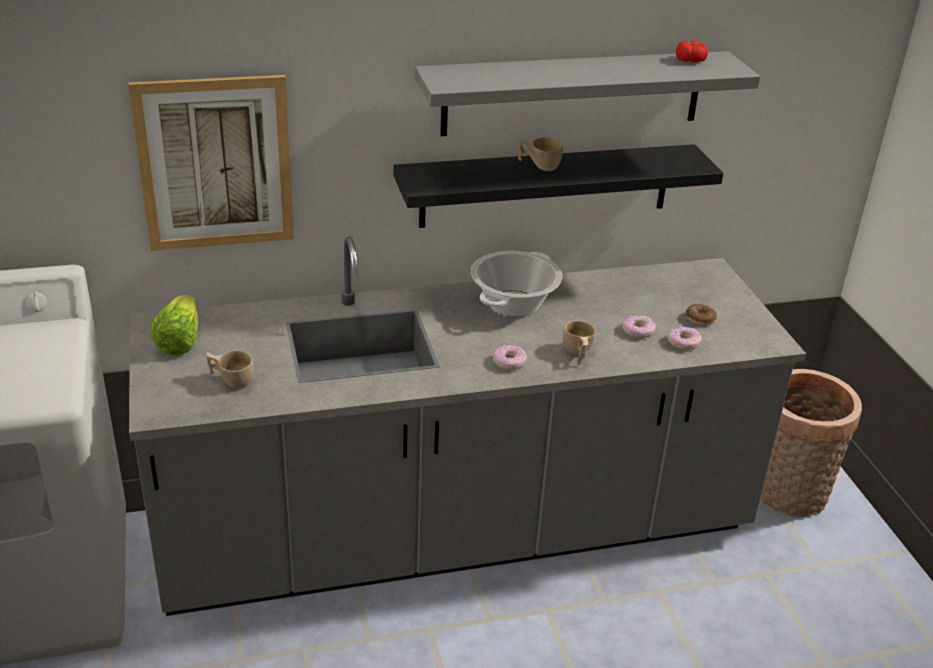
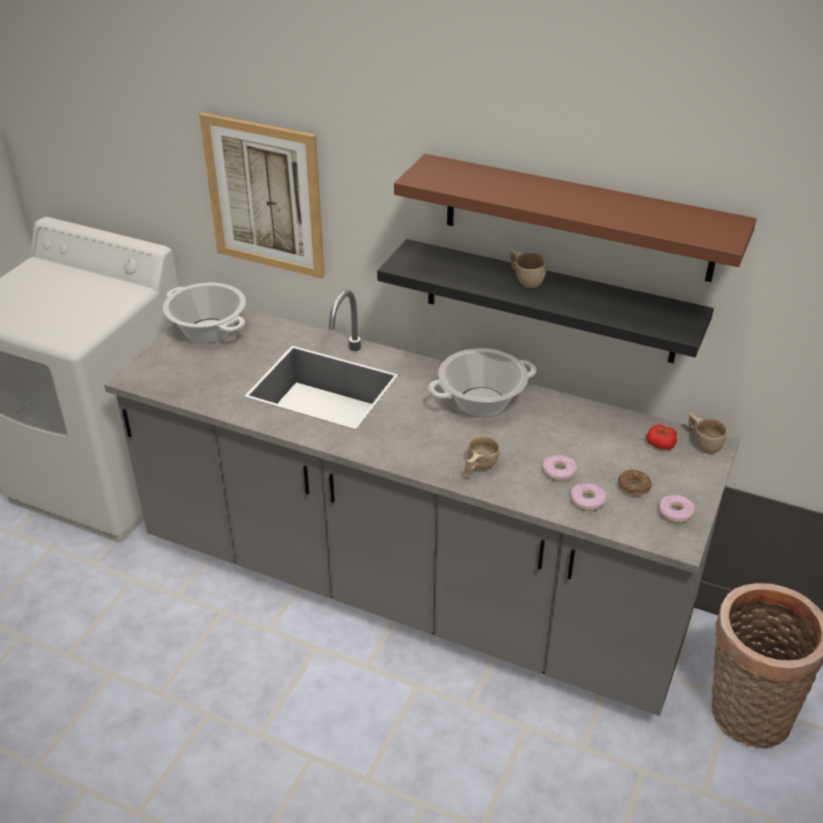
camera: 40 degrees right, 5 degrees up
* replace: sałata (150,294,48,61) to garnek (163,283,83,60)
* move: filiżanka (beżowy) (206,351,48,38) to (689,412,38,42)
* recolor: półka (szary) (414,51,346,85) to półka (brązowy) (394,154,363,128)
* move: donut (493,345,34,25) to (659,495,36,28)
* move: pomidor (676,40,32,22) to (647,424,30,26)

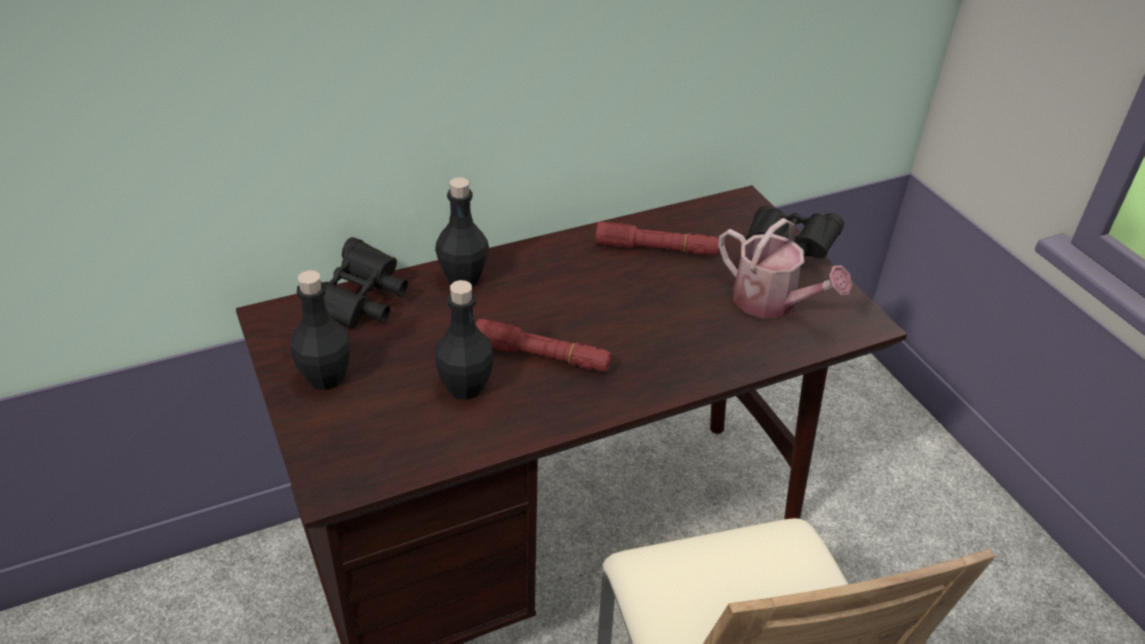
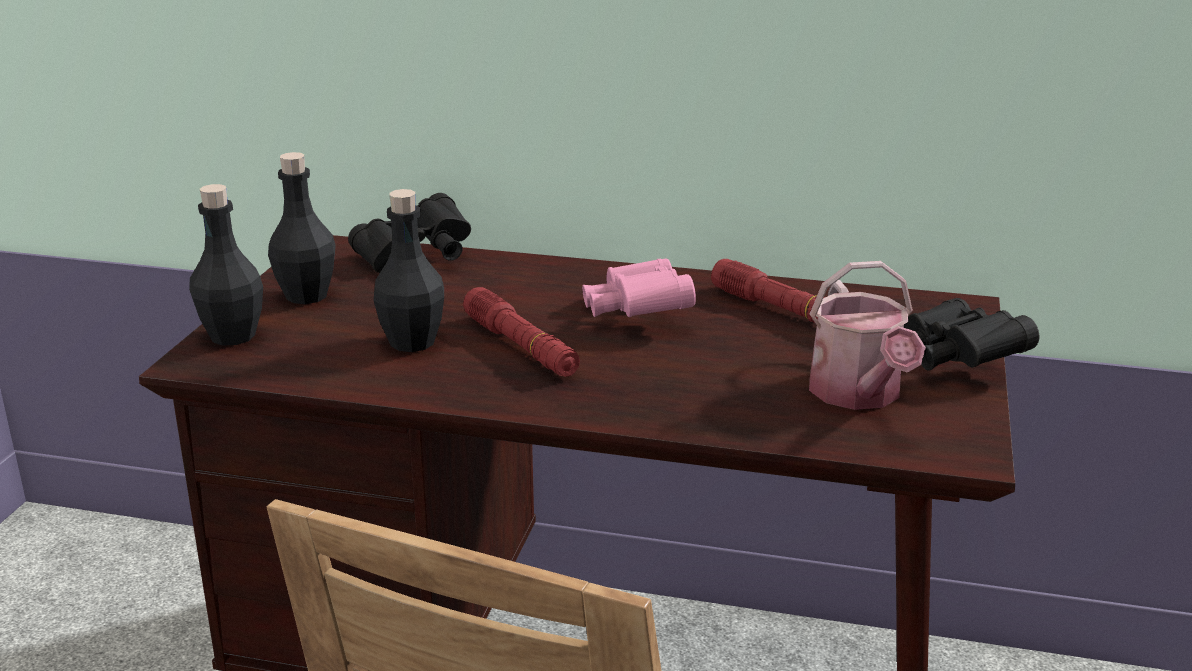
camera: 40 degrees right, 15 degrees down
* move: butelka (czarny) (435,177,54,110) to (189,184,74,162)
* insert: lornetka (różowy) (582,259,114,58)

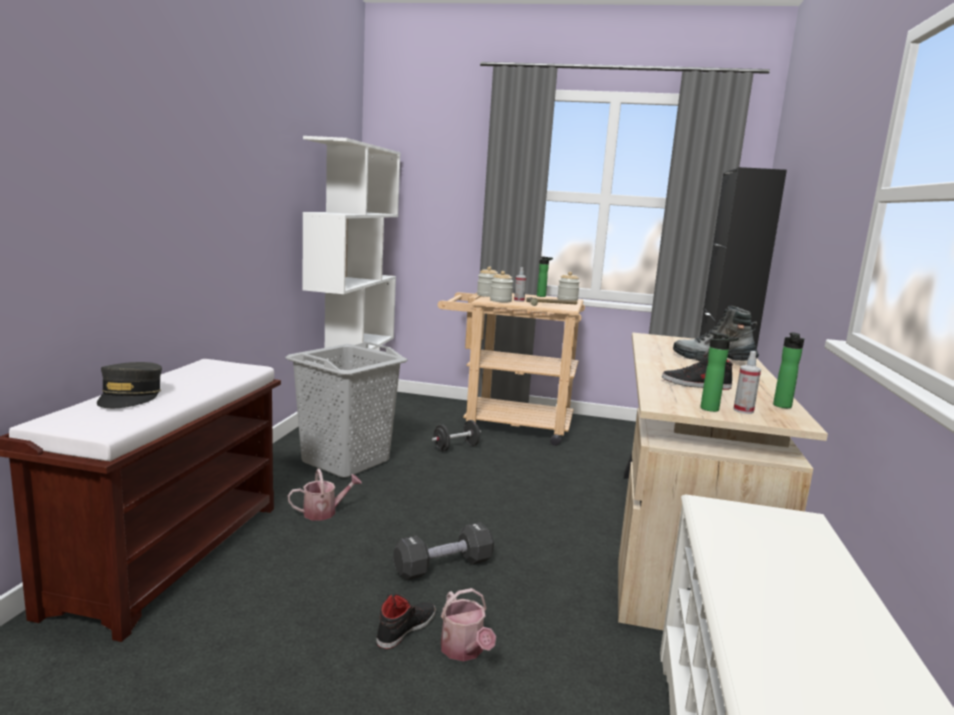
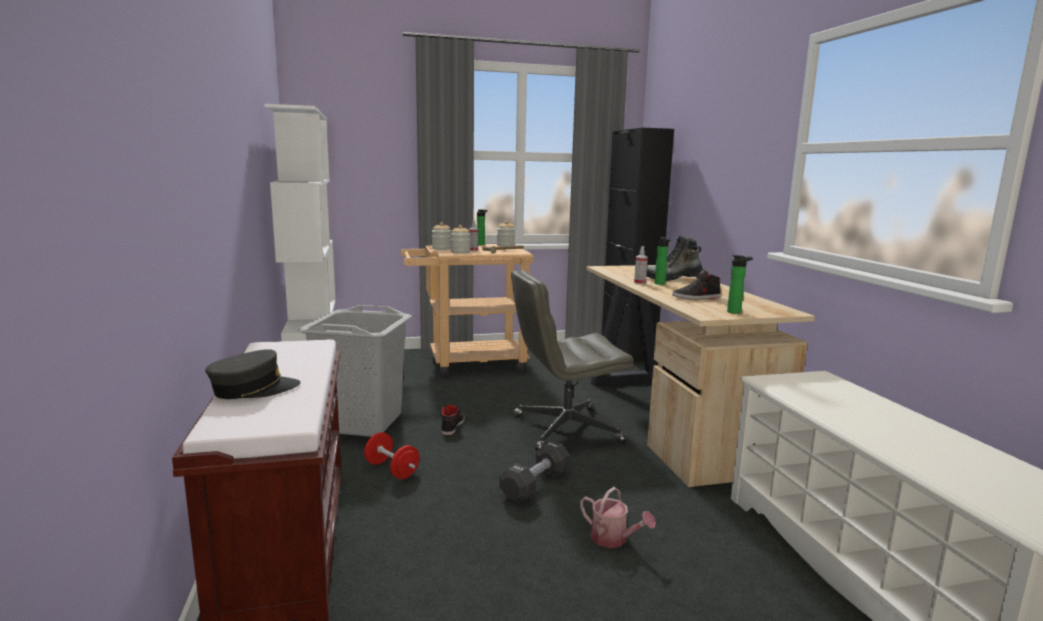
camera: 25 degrees left, 0 degrees up
* rotate: czapka z daszkiem (szary) (97,362,65,46) = (205,349,95,50) 90 degrees counterclockwise
* replace: konewka (288,469,74,52) to hantel (czerwony) (364,432,55,47)
* move: but (czarny) (376,594,60,55) to (441,404,24,31)
* delete: hantel (czarny) (432,420,49,31)
* move: spryskiwacz (734,351,27,63) to (634,246,14,38)
* move: butelka (773,332,31,76) to (655,237,15,48)
* insert: krzesło biurowe (szary) (511,270,123,181)

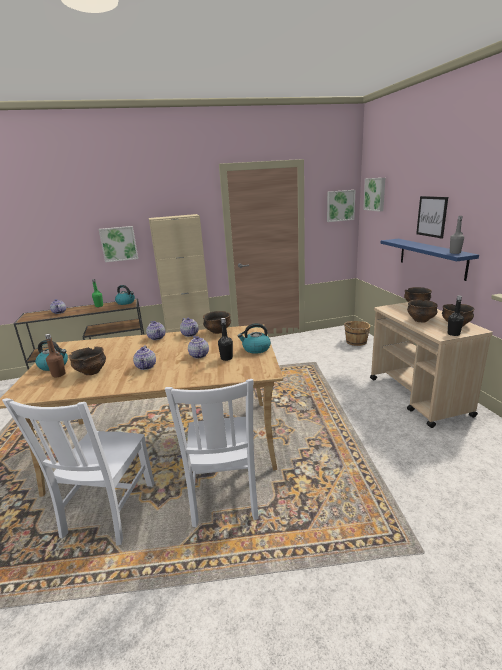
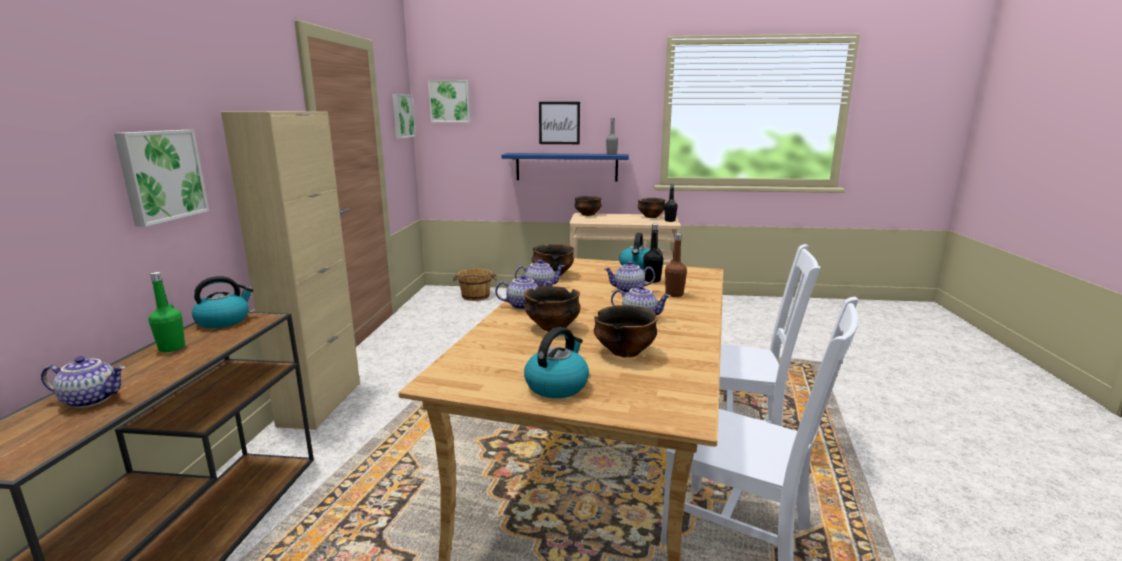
camera: 70 degrees left, 5 degrees down
* move: butelka (brązowy) (45,334,20,43) to (665,233,22,64)
* move: miska (407,299,31,24) to (524,286,57,46)

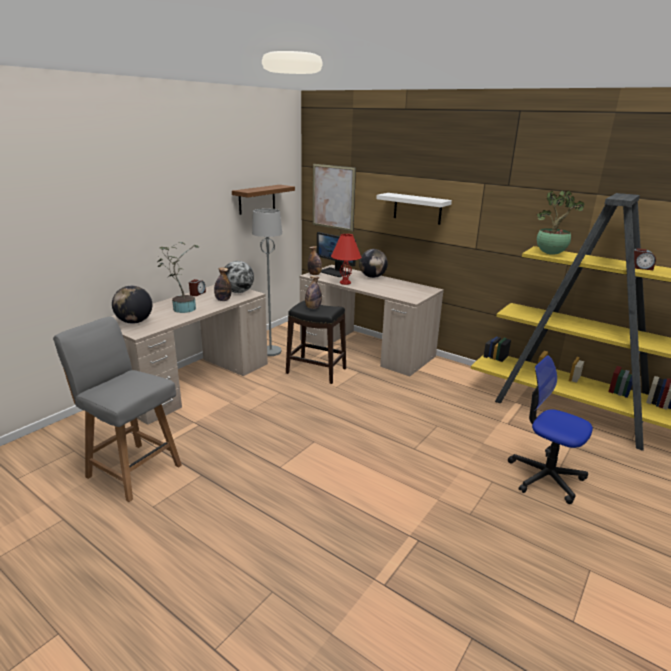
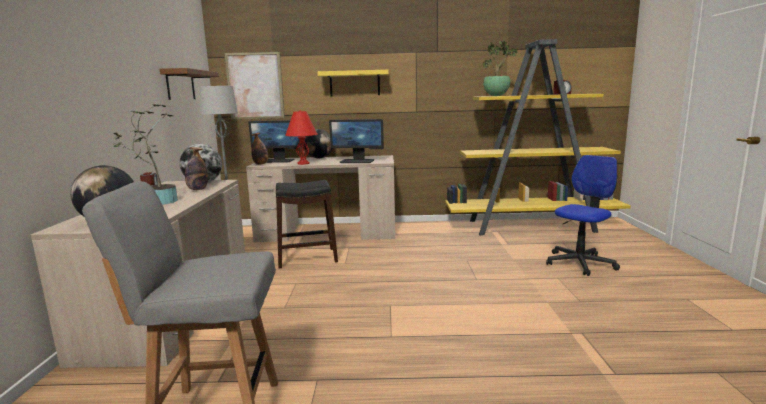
camera: 35 degrees left, 10 degrees down
* delete: butelka (305,276,17,33)
* recolor: półka (biały) (376,193,76,32) to półka (żółty) (317,70,72,26)
* rotate: krzesło biurowe (508,355,85,149) = (546,155,74,121) 135 degrees clockwise
* insert: monitor (329,119,55,44)

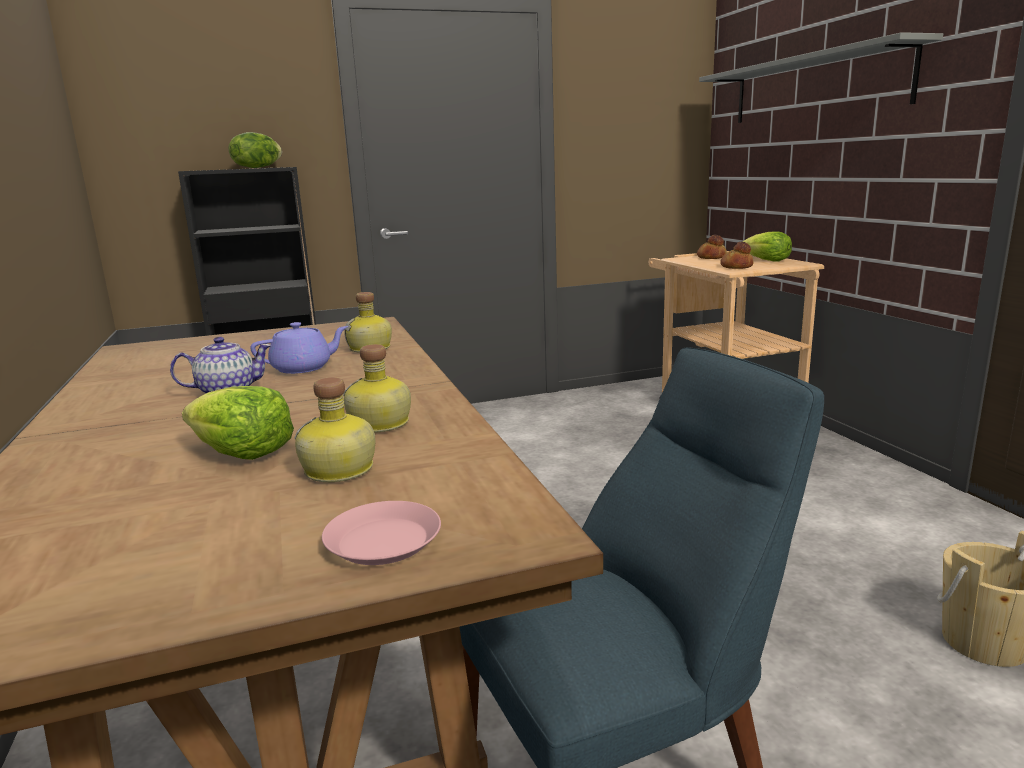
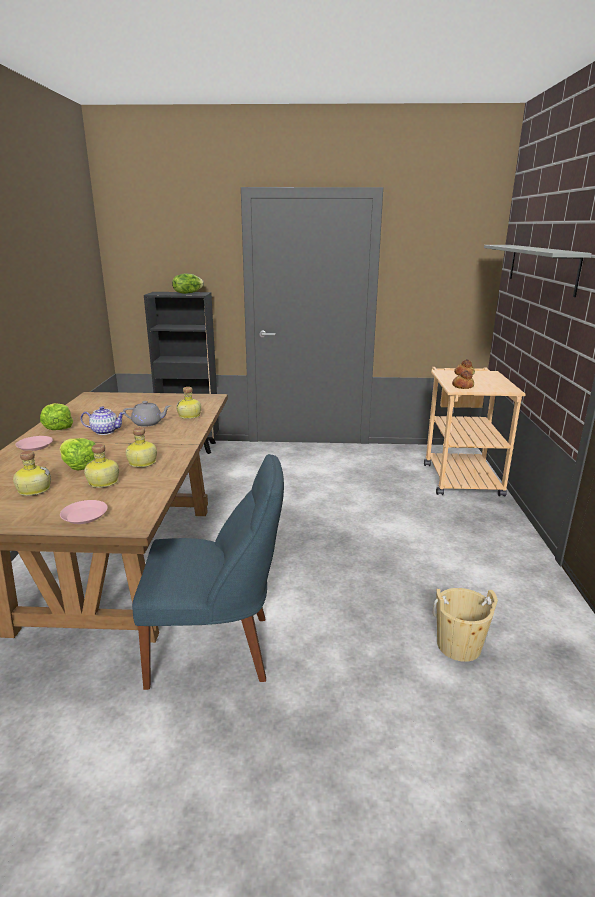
camera: 20 degrees right, 5 degrees up
* recolor: imbryk (fioletowy) (250,322,98,52) to imbryk (szary) (123,401,48,26)
* move: sałata (743,232,49,29) to (40,403,33,27)
* insert: butelka (13,451,38,45)
* insert: talerz (różowy) (15,436,38,15)

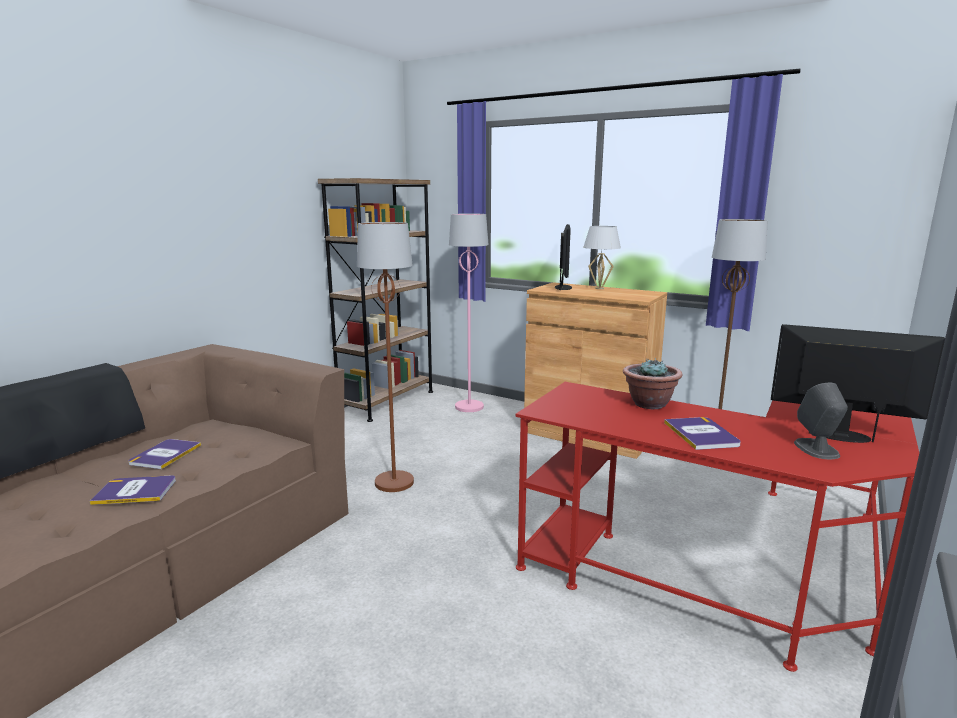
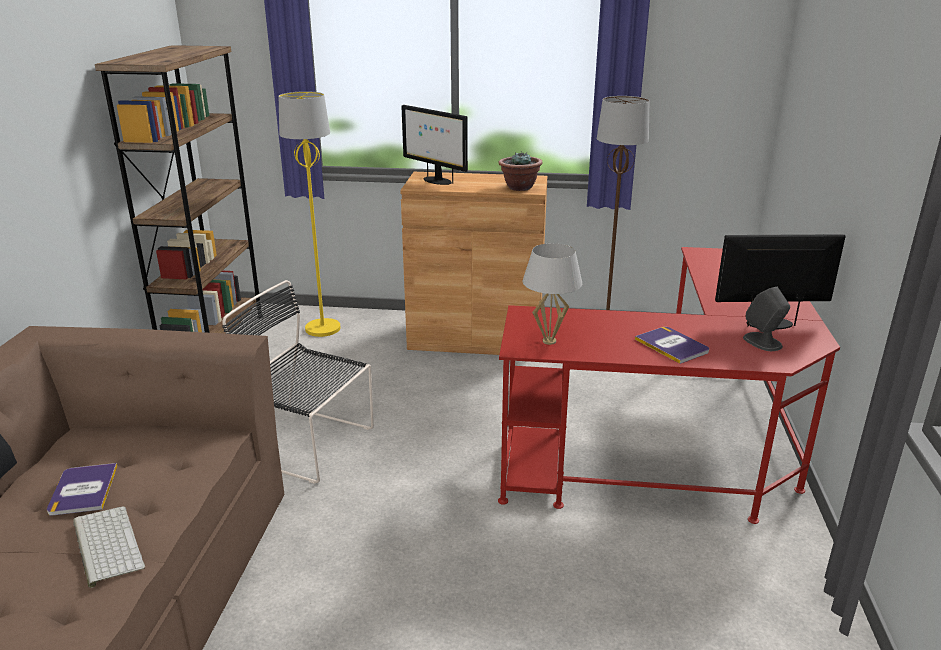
camera: 25 degrees left, 10 degrees up
* replace: książka (90,475,86,30) to klawiatura (73,506,72,82)
* replace: lampa stojąca (brązowy) (357,222,57,270) to krzesło (czarny) (222,280,152,204)
* recolor: lampa stojąca (różowy) (449,213,40,199) to lampa stojąca (żółty) (279,91,62,246)
* rotate: monitor (555,224,17,66) = (401,105,67,80) 150 degrees clockwise
* move: lampa stołowa (biały) (583,226,38,63) to (523,243,59,102)
* move: roślina doniczkowa (623,358,59,51) to (499,152,44,39)

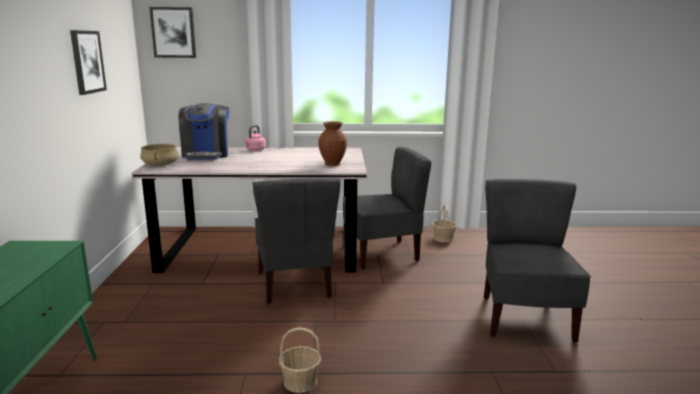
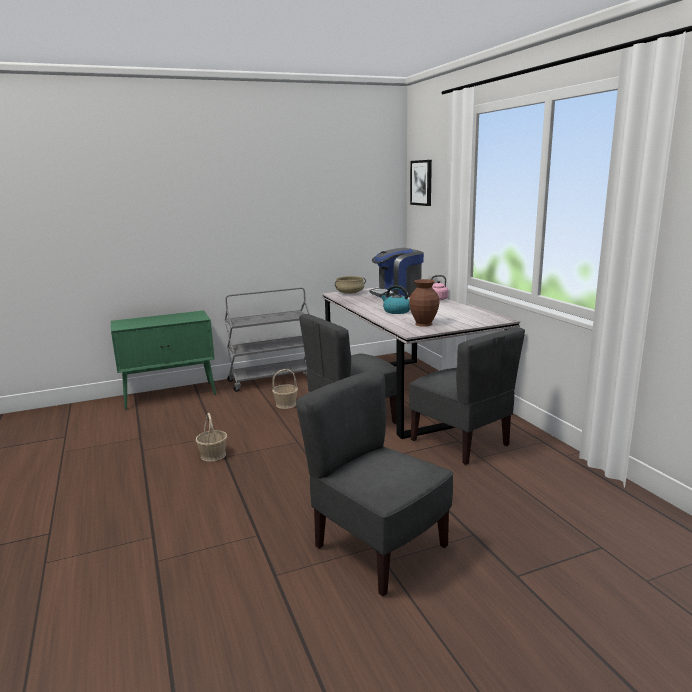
camera: 70 degrees right, 0 degrees up
* delete: obraz (70,30,37,65)
* move: koszyk (432,205,25,37) to (272,369,26,40)
* rotate: krzesło (szary) (484,179,107,163) = (296,370,157,226) 120 degrees counterclockwise
* insert: wózek (szary) (225,287,85,105)
* insert: czajnik (380,285,30,29)

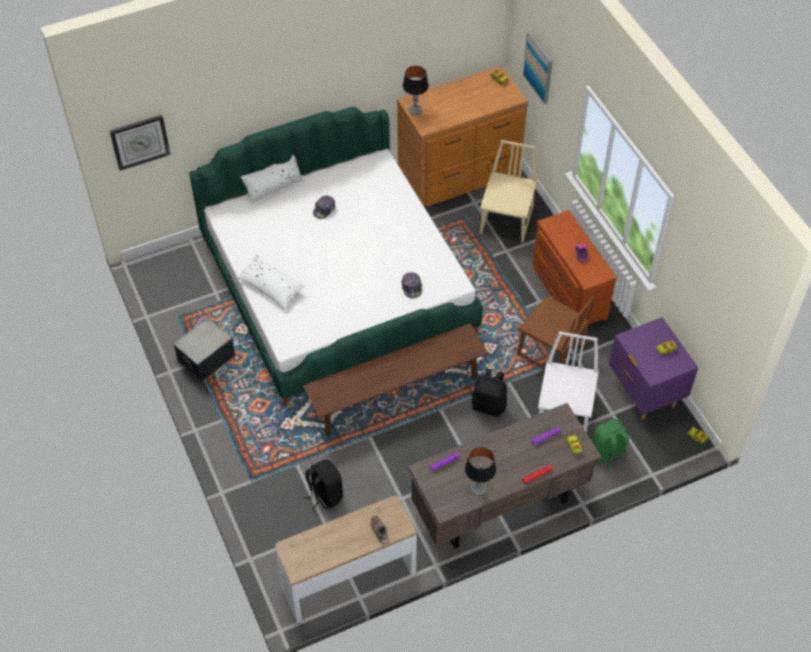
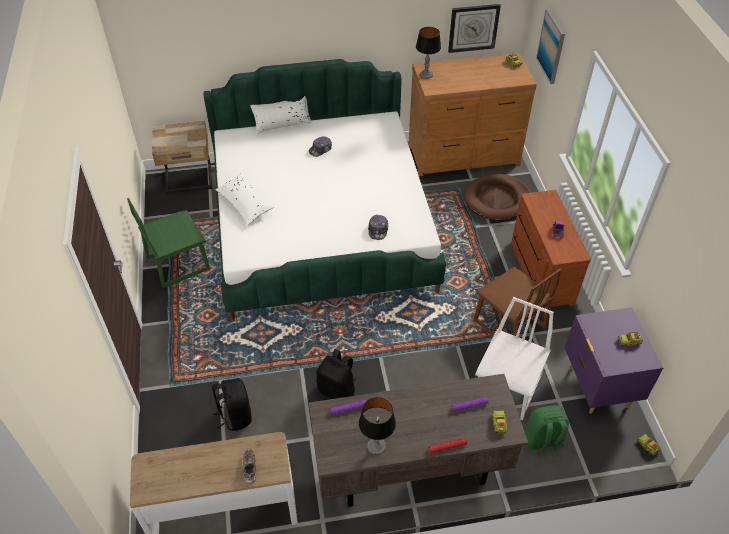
camera: 15 degrees right, 5 degrees down
* move: zegar ścienny (110,115,61,56) to (448,4,53,49)
* replace: pojemnik do przechowywania (173,318,62,64) to krzesło (zielony) (127,198,83,90)
* delete: ławka (brązowy) (303,323,185,113)
* move: plecak (czarny) (472,368,35,49) to (316,349,40,50)
* replace: krzesło (beżowy) (480,140,57,103) to legowisko (brązowy) (464,174,68,47)
* insert: szafka nocna (beżowy) (152,121,60,73)

